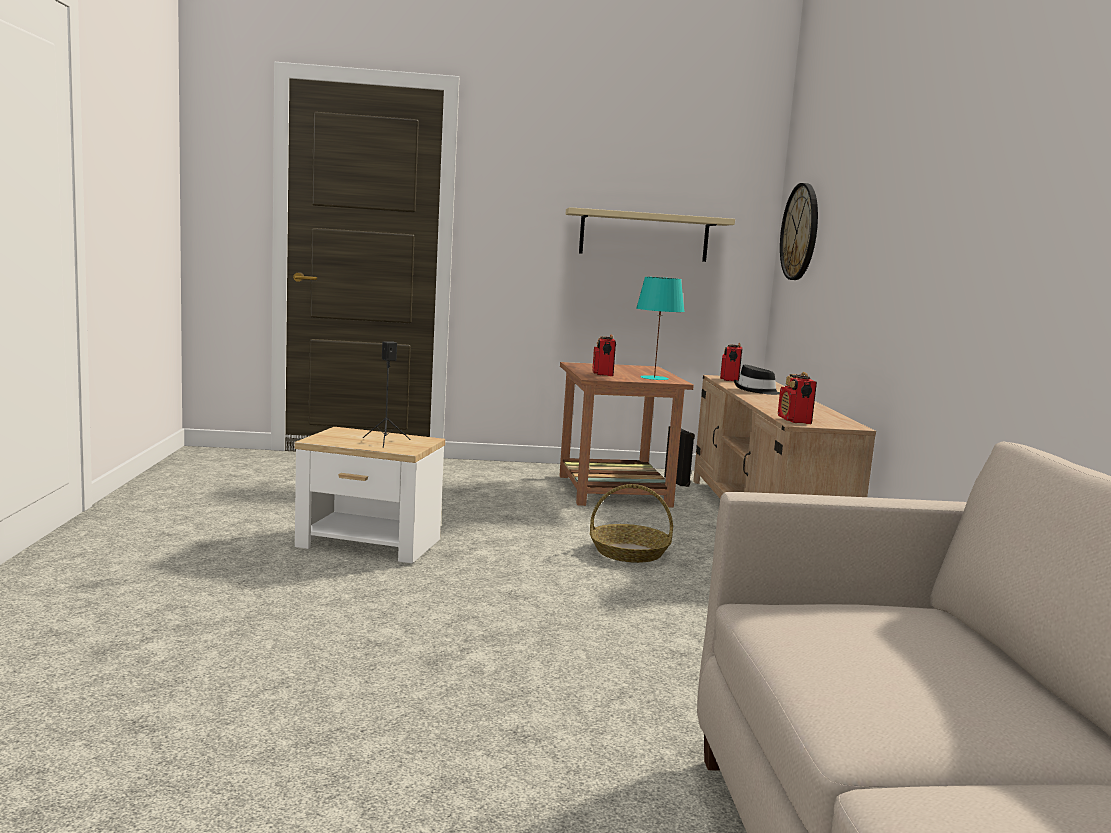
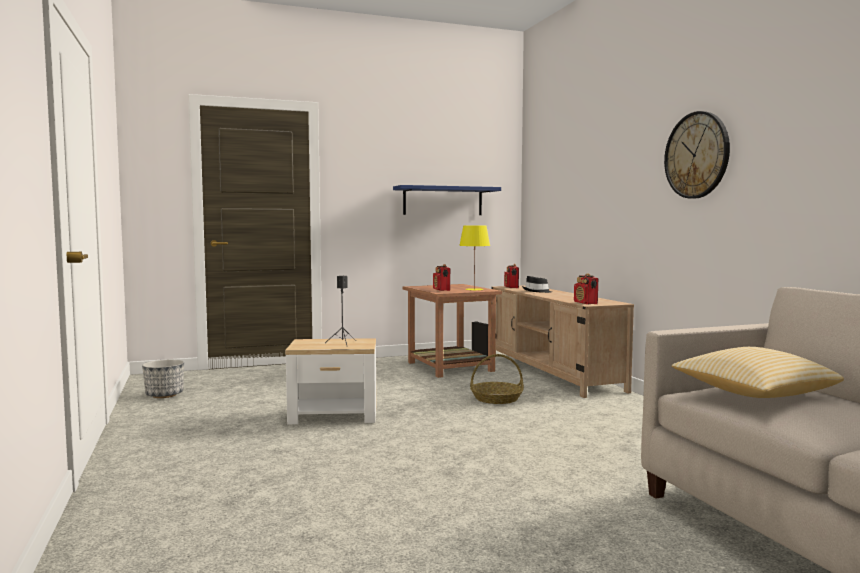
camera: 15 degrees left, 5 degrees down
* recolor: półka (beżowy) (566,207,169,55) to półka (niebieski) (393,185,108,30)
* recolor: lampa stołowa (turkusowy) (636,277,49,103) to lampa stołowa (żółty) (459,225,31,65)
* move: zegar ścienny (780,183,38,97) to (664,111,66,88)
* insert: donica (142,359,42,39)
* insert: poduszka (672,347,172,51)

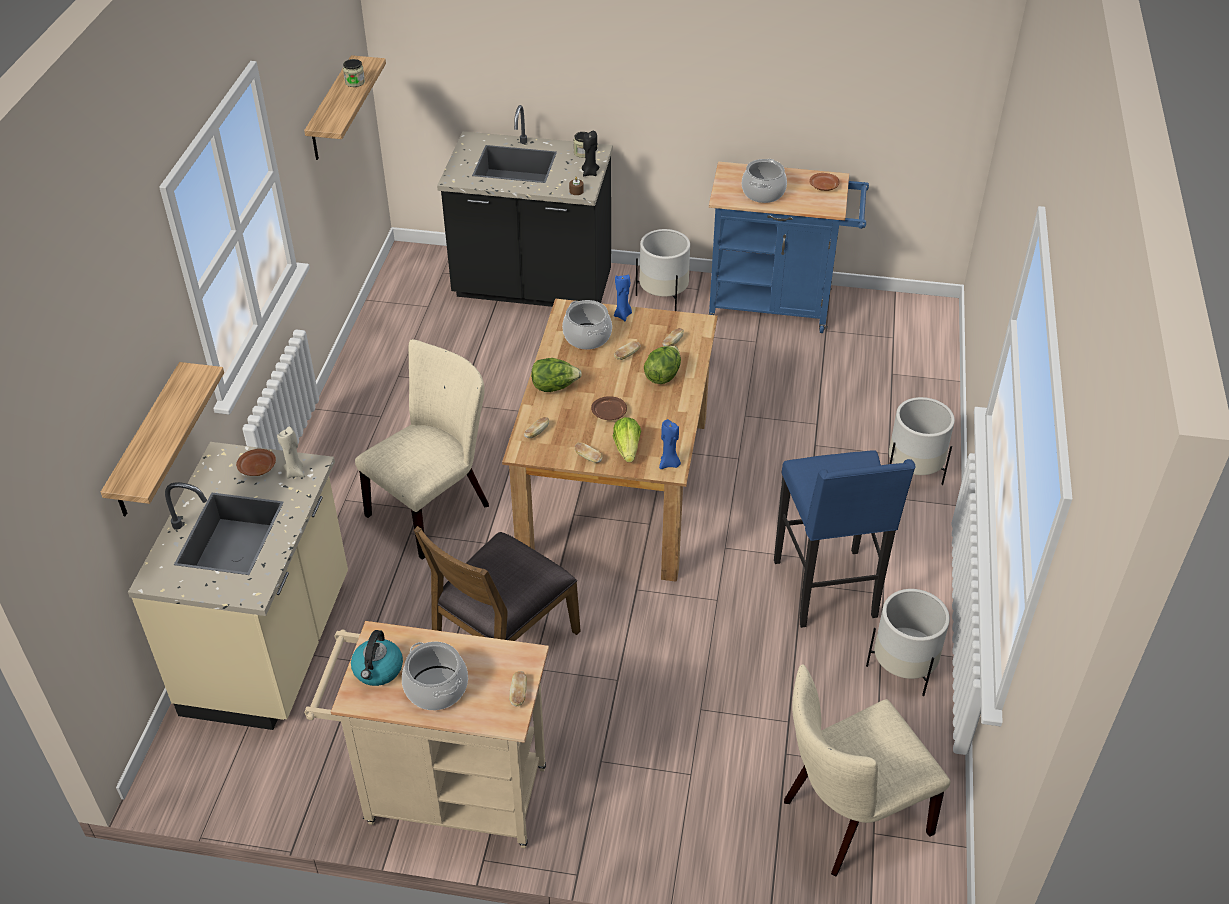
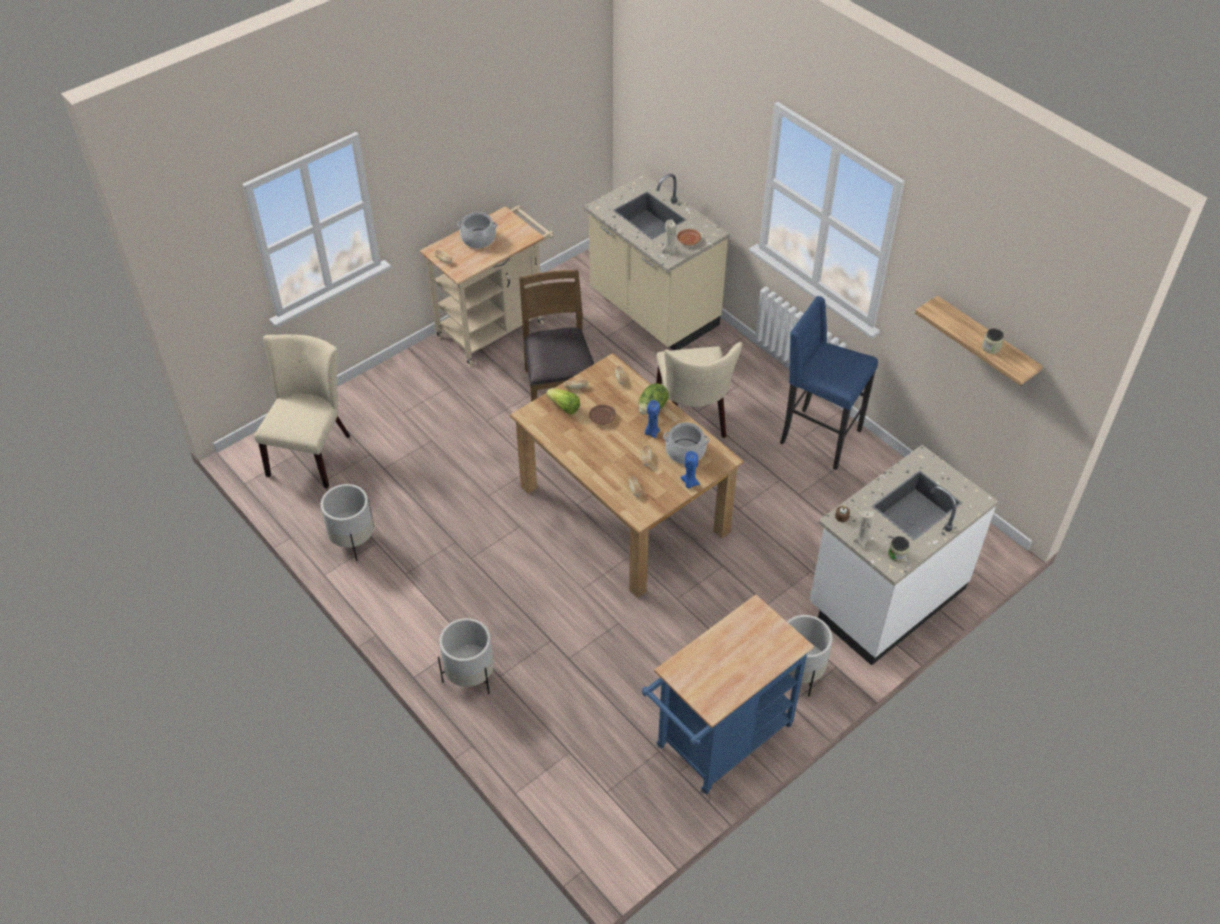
camera: 130 degrees right, 5 degrees up
* delete: półka (101,362,123,154)
* delete: czajnik (351,630,52,56)
* recolor: zabudowa kuchenna (czarny) (437,105,176,202) to zabudowa kuchenna (biały) (810,445,188,221)
* recolor: świeca (czarny) (582,131,18,45) to świeca (beżowy) (853,511,21,38)
* delete: sałata (644,346,37,38)
* move: świeca (niebieski) (659,419,22,50) to (645,400,15,38)
* delete: garnek (742,159,45,44)
* move: stołek (niebieski) (774,450,142,178) to (780,296,98,174)
* delete: talerz (brązowy) (809,173,31,18)

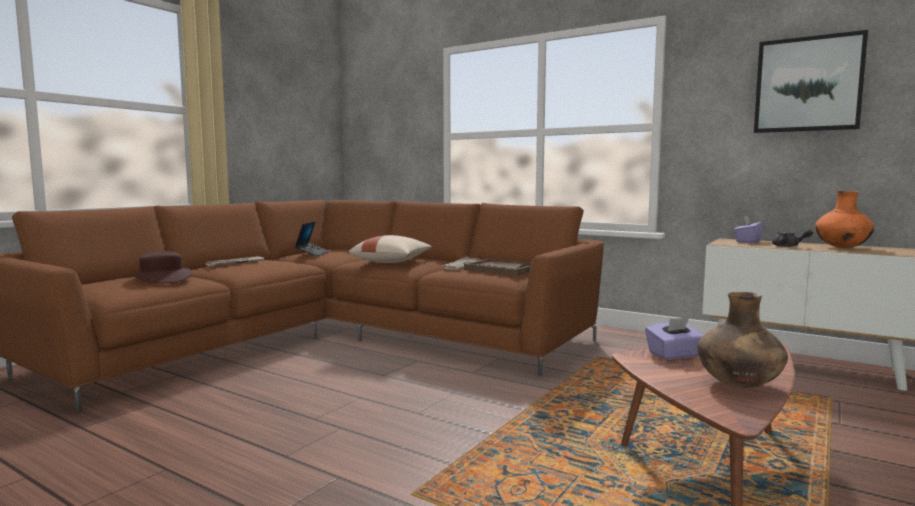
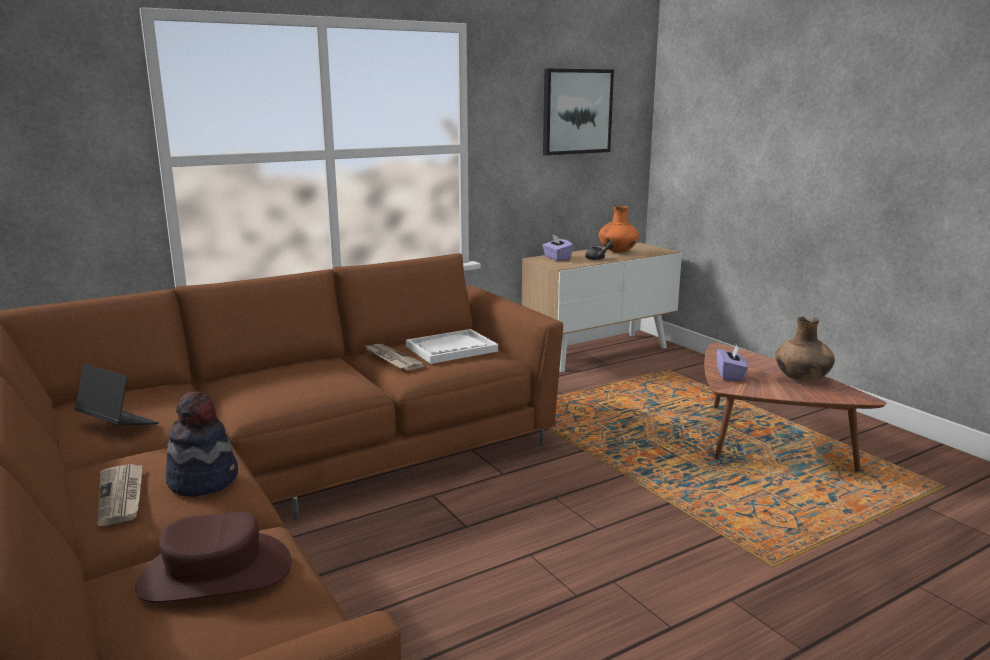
camera: 65 degrees left, 10 degrees up
* delete: poduszka (beżowy) (349,235,83,28)
* recolor: taca (brązowy) (464,259,68,17) to taca (biały) (406,329,92,35)
* insert: kapelusz (166,391,72,106)

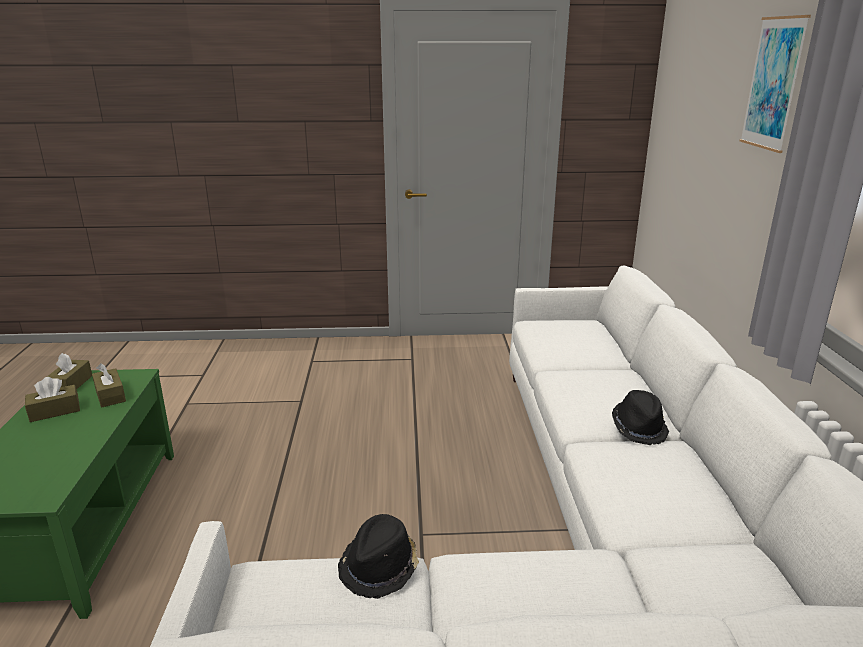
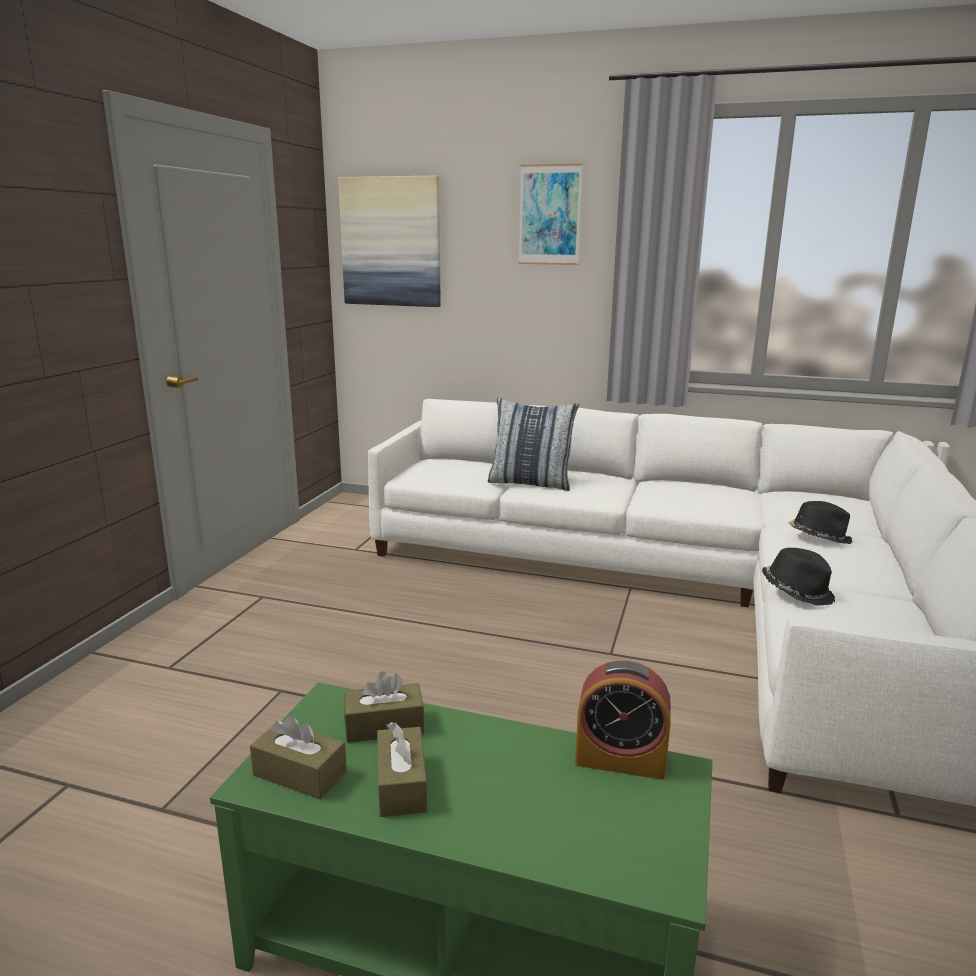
camera: 70 degrees left, 5 degrees down
* move: kapelusz (czarny) (612,390,57,55) to (789,501,63,43)
* insert: obraz (338,176,103,131)
* insert: poduszka (488,398,91,93)
* insert: budzik (575,660,96,120)

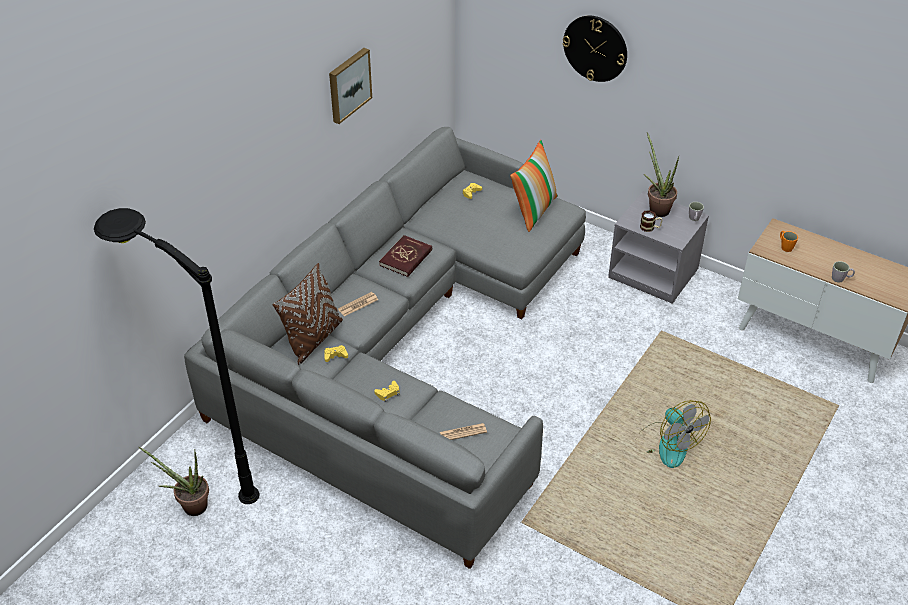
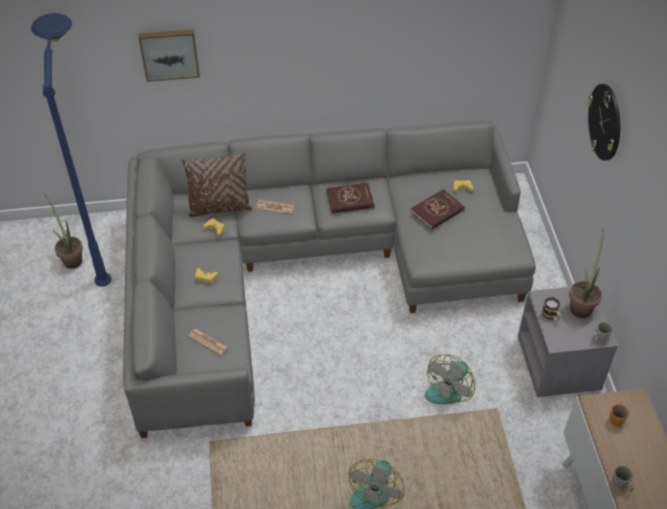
camera: 50 degrees right, 5 degrees up
* recolor: lampa stojąca (czarny) (94,208,166,296) to lampa stojąca (niebieski) (31,13,81,274)
* move: obraz (329,48,43,76) to (138,29,62,53)
* delete: poduszka (510,140,48,92)
* insert: książka (czerwony) (411,189,54,41)
* insert: wentylator (425,354,50,50)

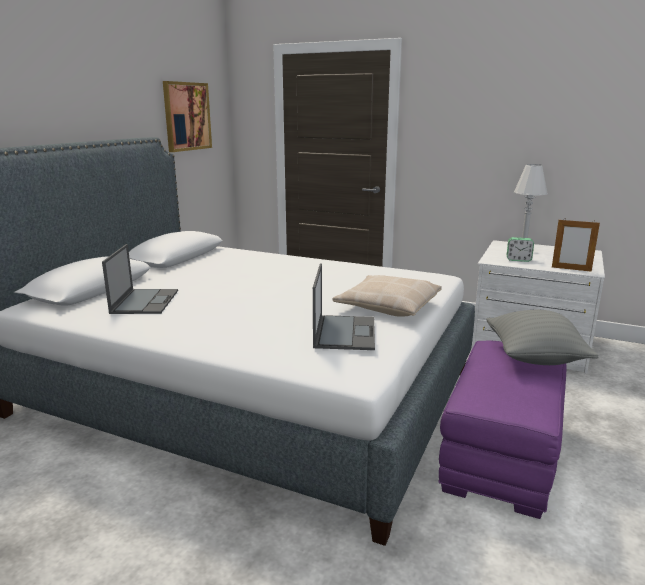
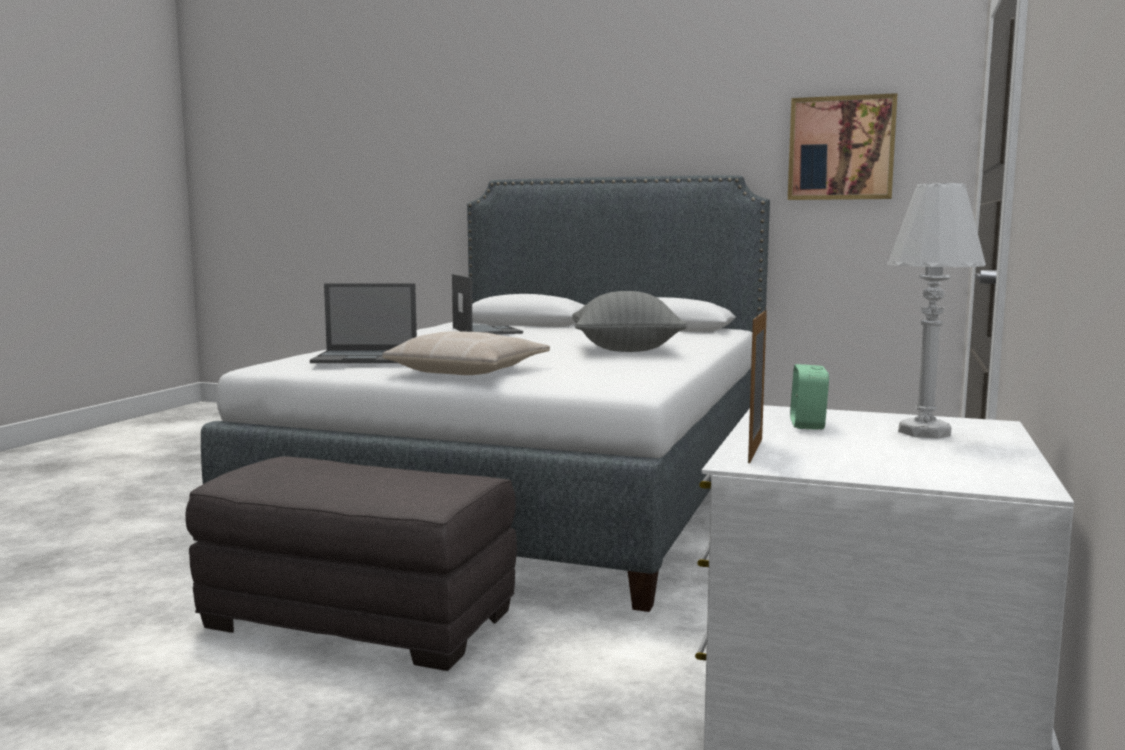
camera: 85 degrees right, 10 degrees down
* rotate: laptop (102,244,76,70) = (452,274,71,61) 105 degrees counterclockwise
* recolor: pufa (fioletowy) (439,341,128,178) to pufa (szary) (186,456,331,215)
* move: poduszka (szary) (487,309,112,56) to (572,291,115,61)

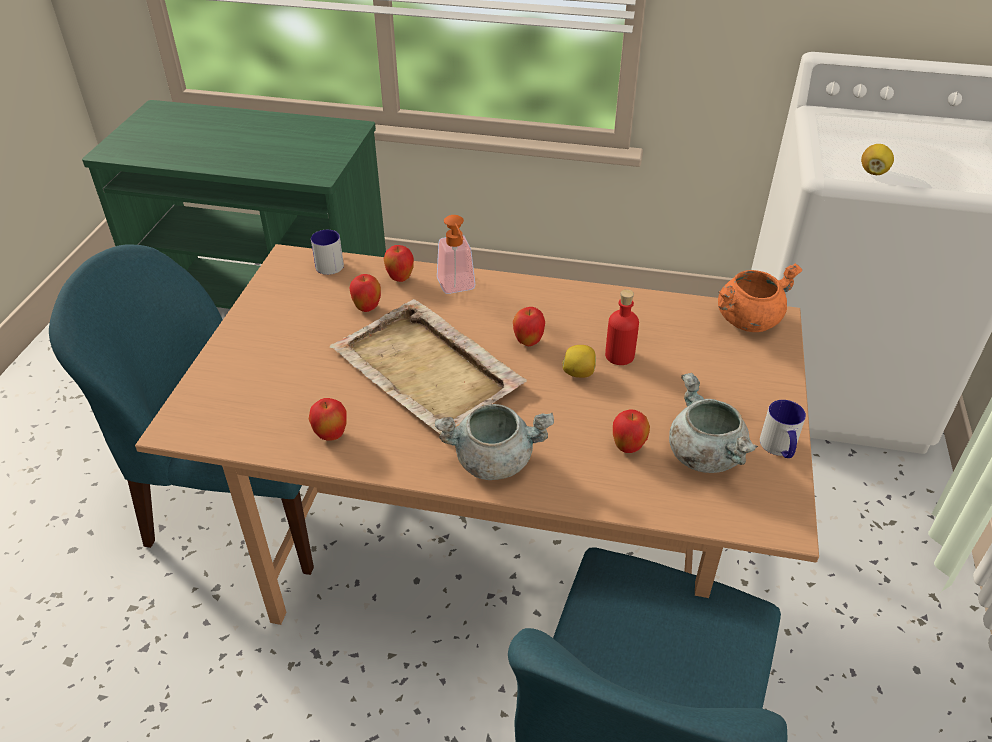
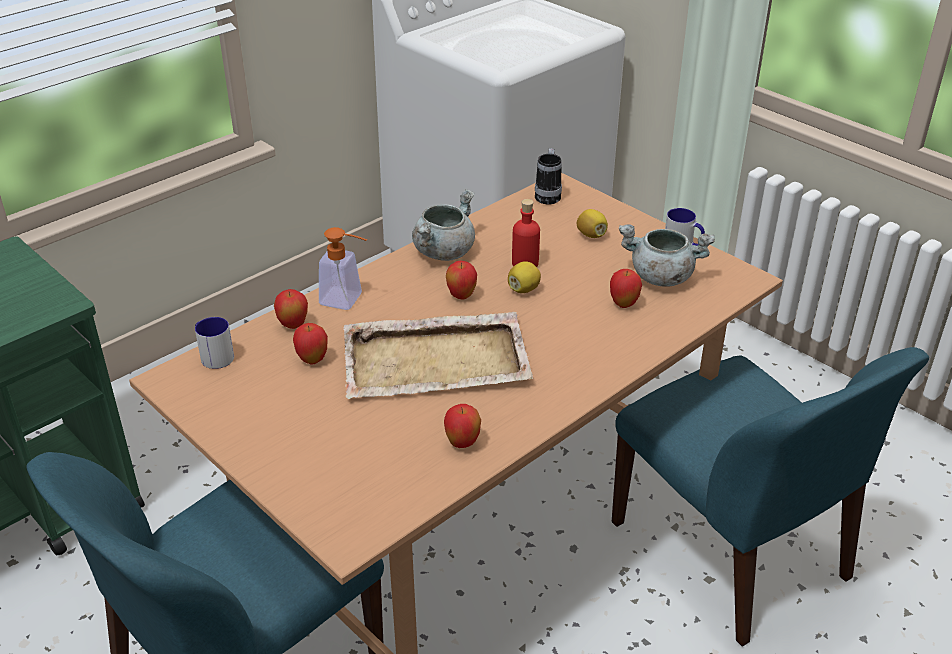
camera: 55 degrees left, 5 degrees down
* move: garnek (szary) (435,404,119,76) to (412,189,63,72)
* replace: garnek (pomarańczowy) (718,263,84,69) to kubek (535,148,27,56)
* move: cytryna (861,144,33,31) to (577,209,31,29)

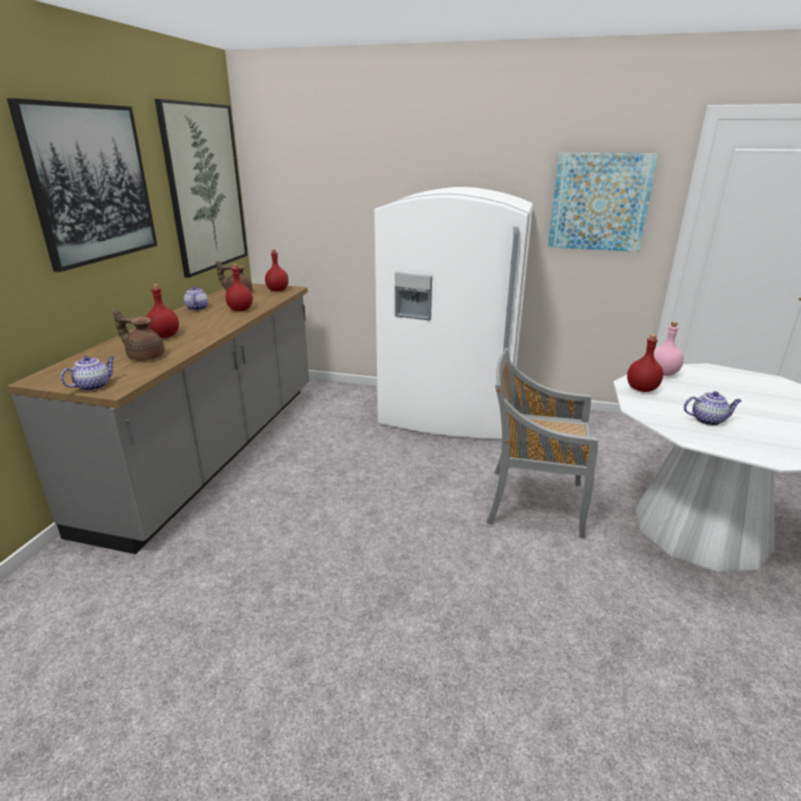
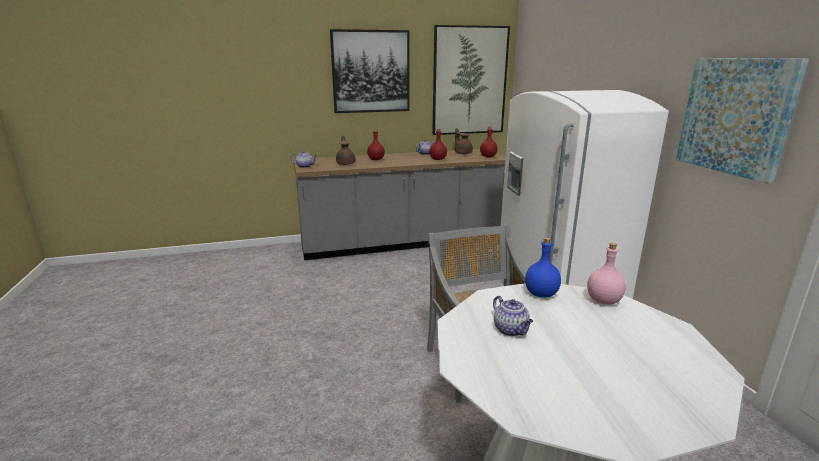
camera: 60 degrees right, 5 degrees down
* recolor: butelka (czerwony) (627,334,36,58) to butelka (niebieski) (525,237,36,61)

